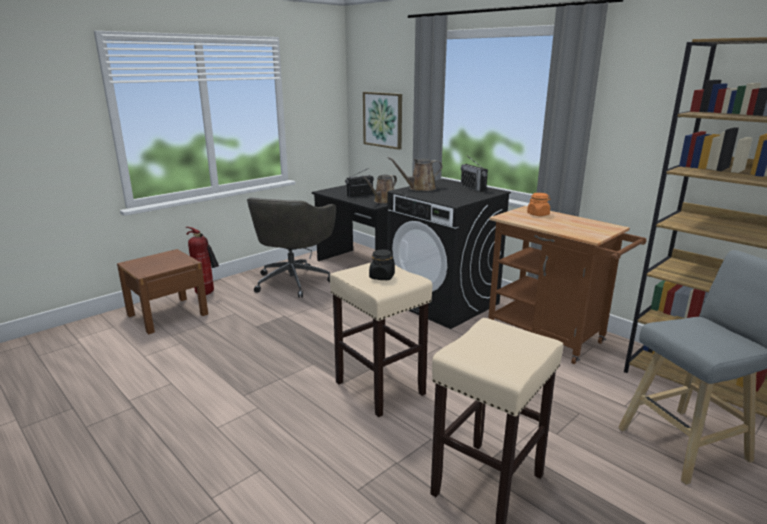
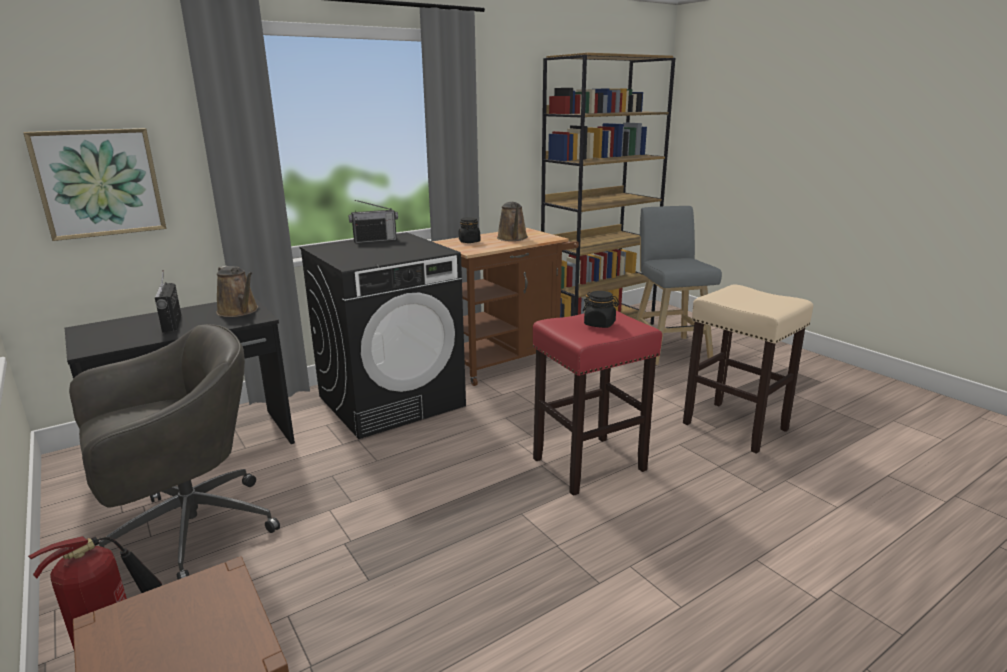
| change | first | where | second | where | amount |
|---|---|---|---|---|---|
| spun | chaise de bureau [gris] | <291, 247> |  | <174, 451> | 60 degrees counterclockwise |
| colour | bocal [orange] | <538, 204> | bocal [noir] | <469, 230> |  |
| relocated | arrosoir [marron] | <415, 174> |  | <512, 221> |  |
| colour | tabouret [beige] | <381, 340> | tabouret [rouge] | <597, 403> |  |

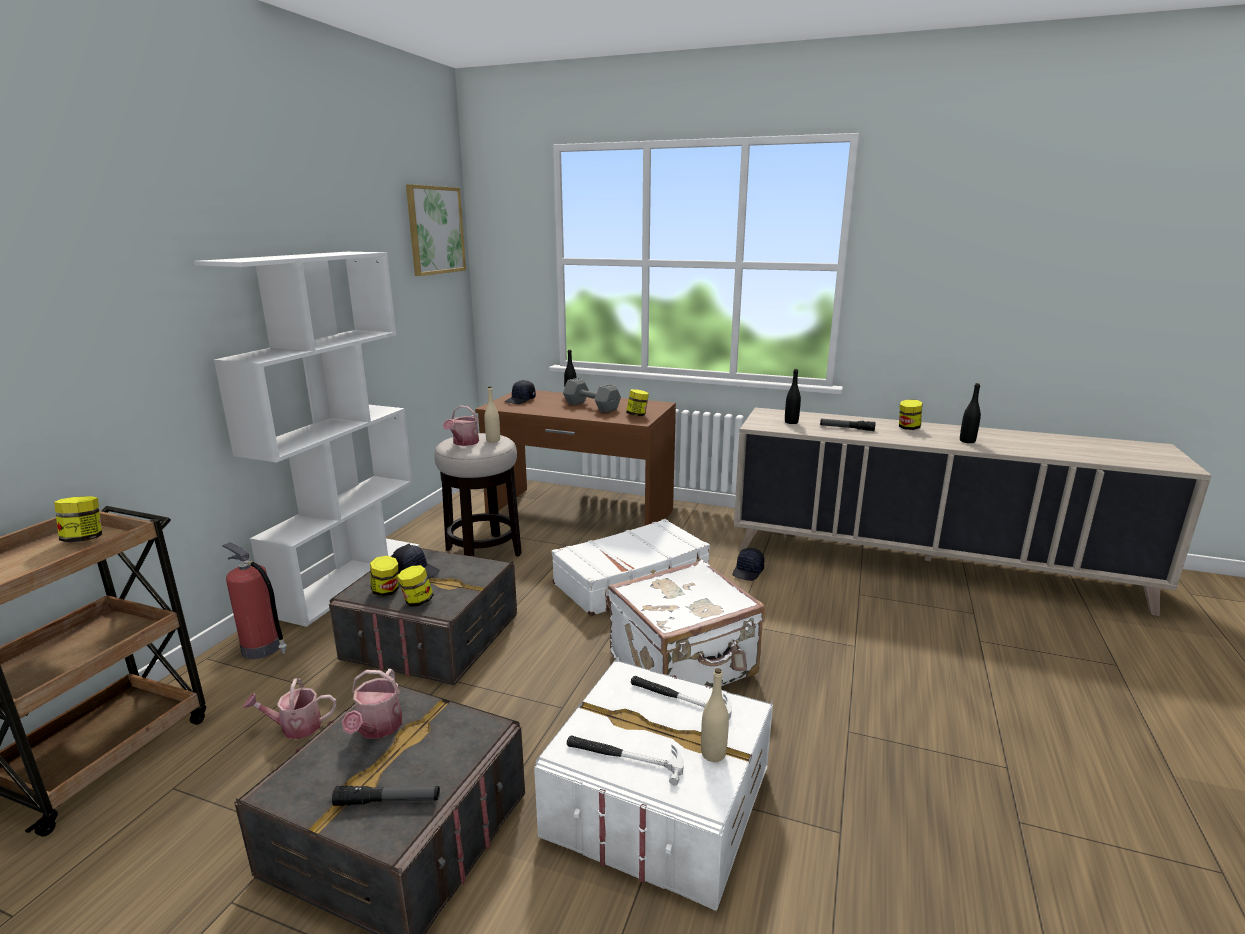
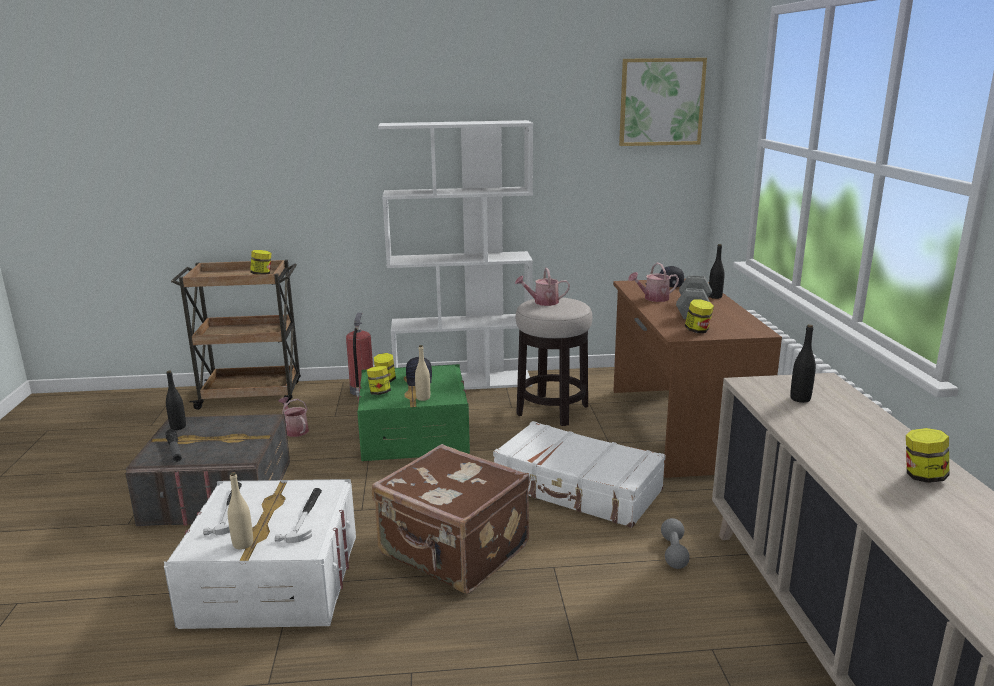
| change | first | where | second | where | amount |
|---|---|---|---|---|---|
| relocated | bouteille [noir] | <970, 413> |  | <176, 400> |  |
| colour | boîte de rangement [gris] | <423, 614> | boîte de rangement [vert] | <413, 412> |  |
| colour | valise [blanc] | <686, 623> | valise [marron] | <451, 519> |  |
| relocated | bouteille [beige] | <492, 414> |  | <422, 373> |  |
| relocated | arrosoir | <372, 704> |  | <653, 282> |  |
| exchanged | casquette [noir] | <748, 564> | haltère [gris] | <675, 543> |  |
| missing | lampe de poche | <848, 425> |  |  |  |

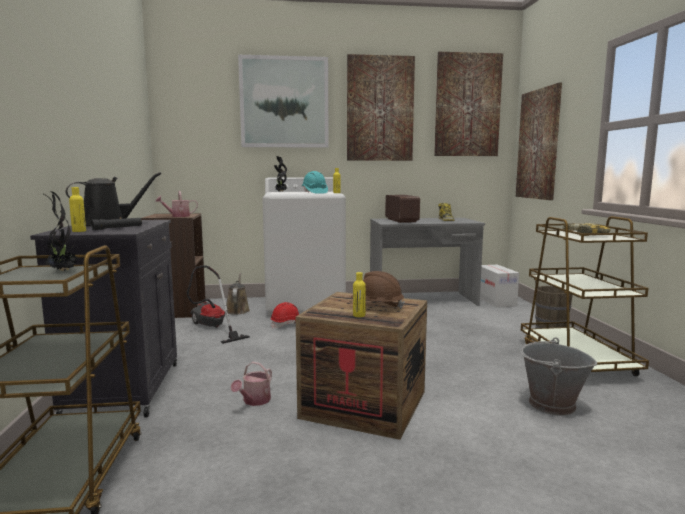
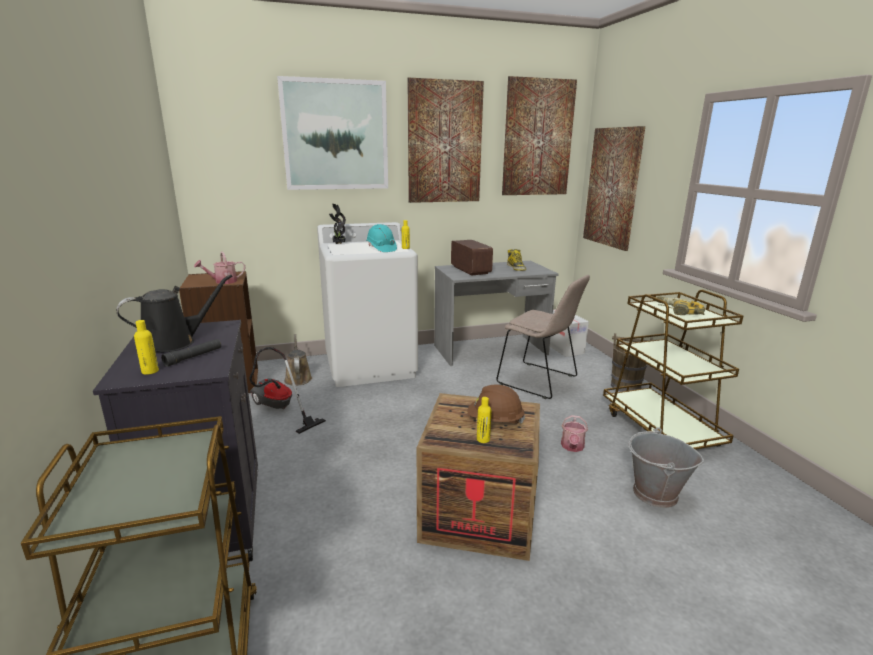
| change | first | where | second | where | amount |
|---|---|---|---|---|---|
| appeared |  |  | chaise [beige] | <543, 337> |  |
| relocated | arrosoir | <251, 384> |  | <574, 433> |  |
| missing | plante en pot | <60, 231> |  |  |  |
| missing | casque de chantier [rouge] | <285, 315> |  |  |  |

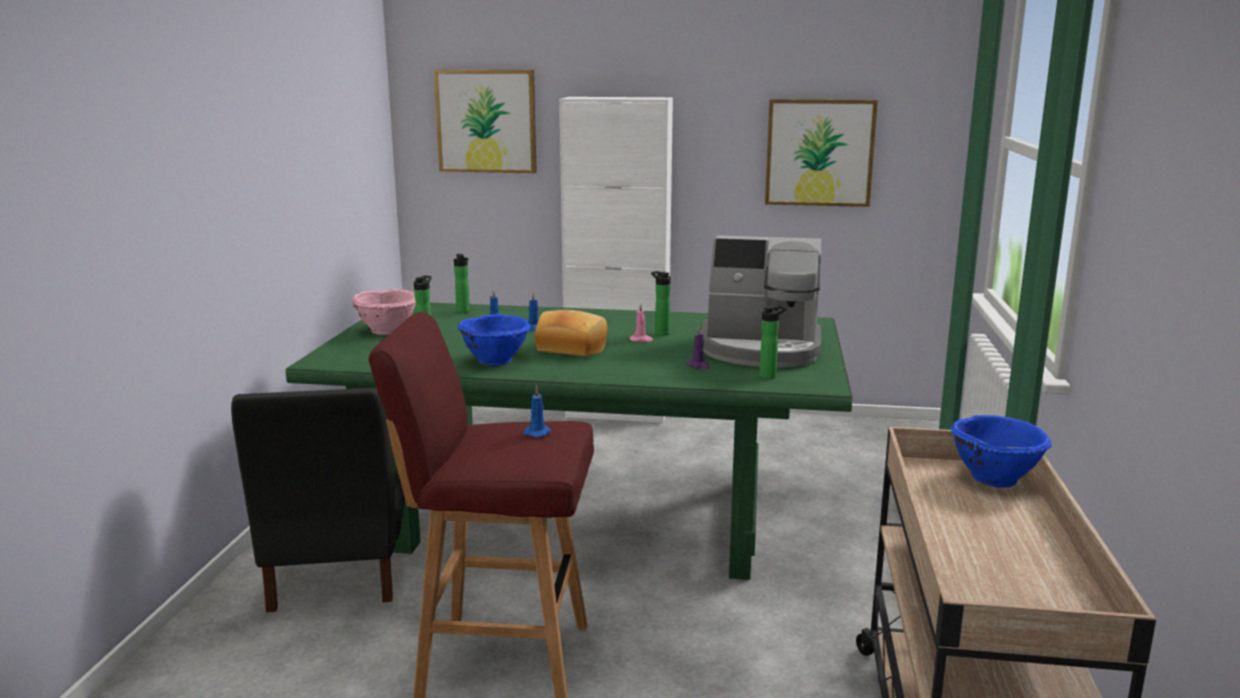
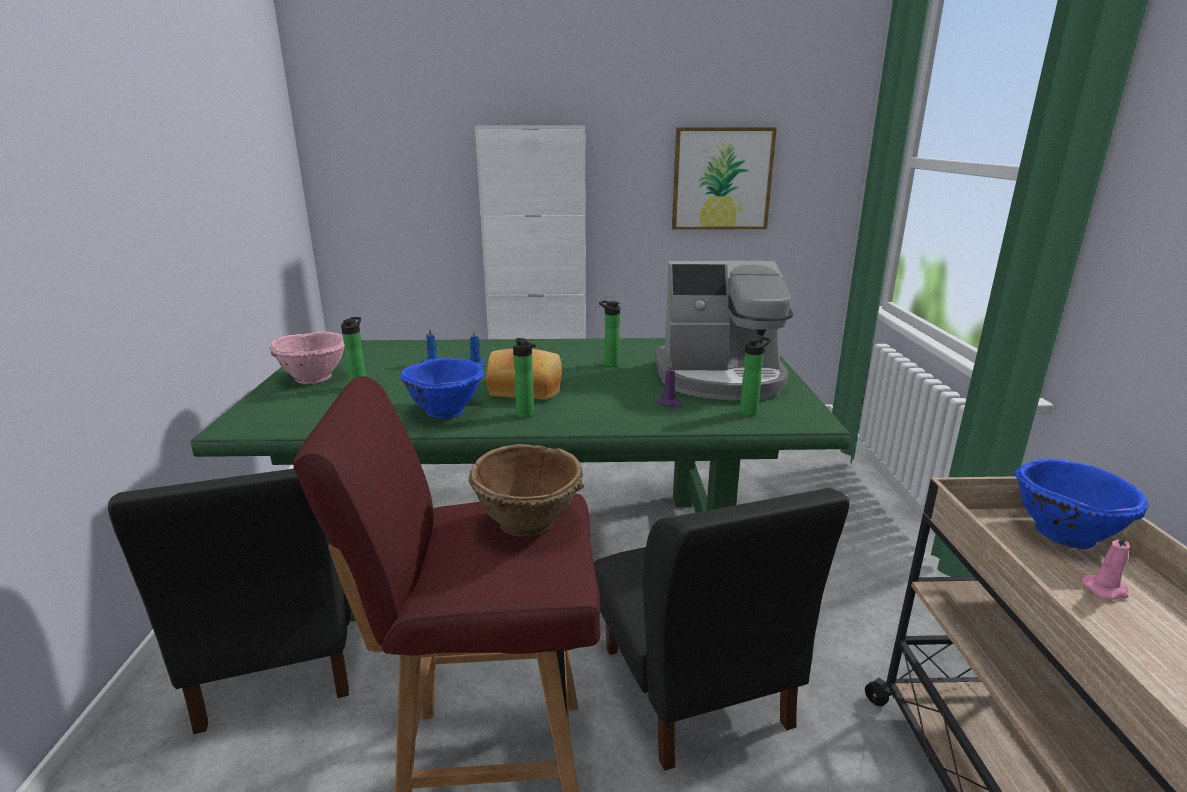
| change | first | where | second | where | amount |
|---|---|---|---|---|---|
| exchanged | bougie [bleu] | <537, 412> | bol [marron] | <526, 490> |  |
| relocated | bouteille | <462, 283> |  | <524, 378> |  |
| appeared |  |  | chaise [noir] | <721, 629> |  |
| relocated | bougie [rose] | <641, 323> |  | <1106, 565> |  |
| missing | tableau | <485, 121> |  |  |  |

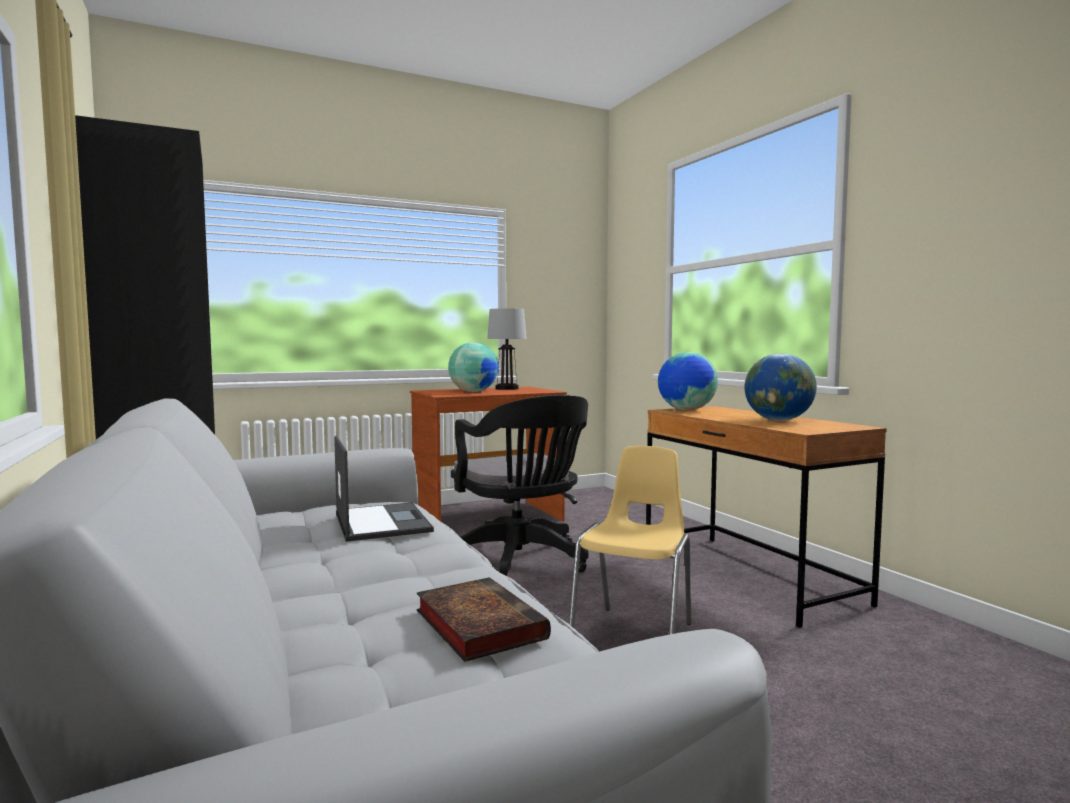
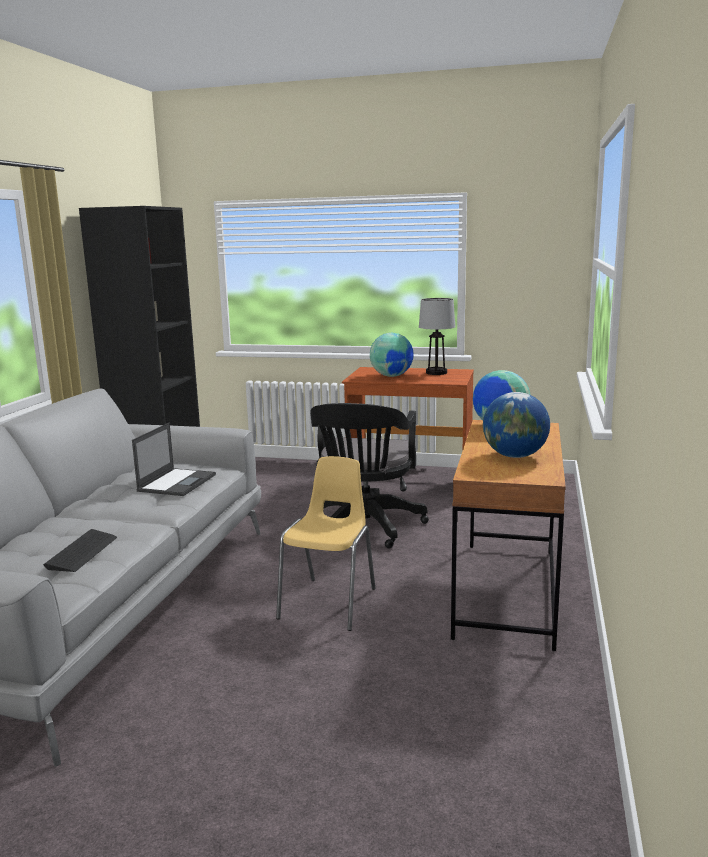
| change | first | where | second | where | amount |
|---|---|---|---|---|---|
| exchanged | livre | <483, 619> | clavier | <80, 550> |  |
| spun | chaise [jaune] | <630, 540> |  | <325, 543> | 45 degrees counterclockwise |

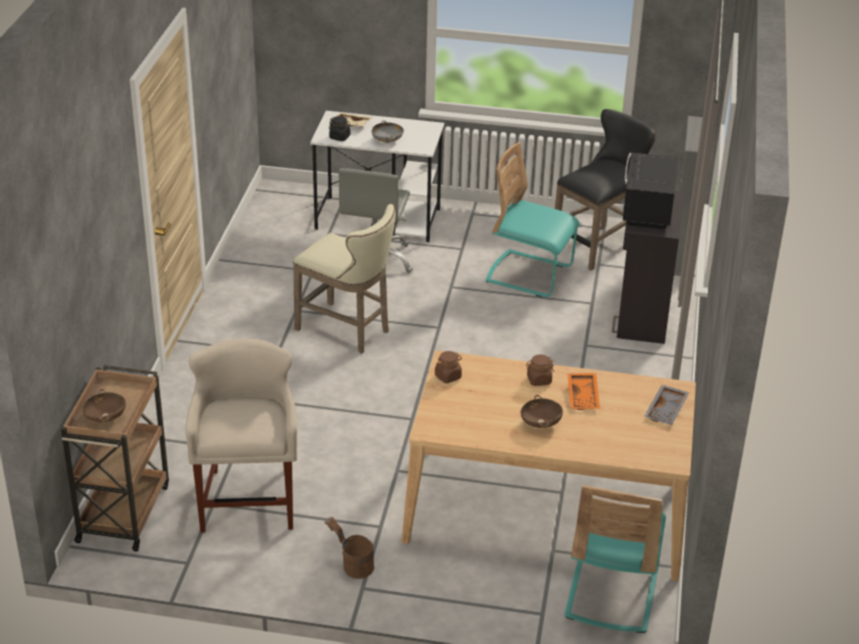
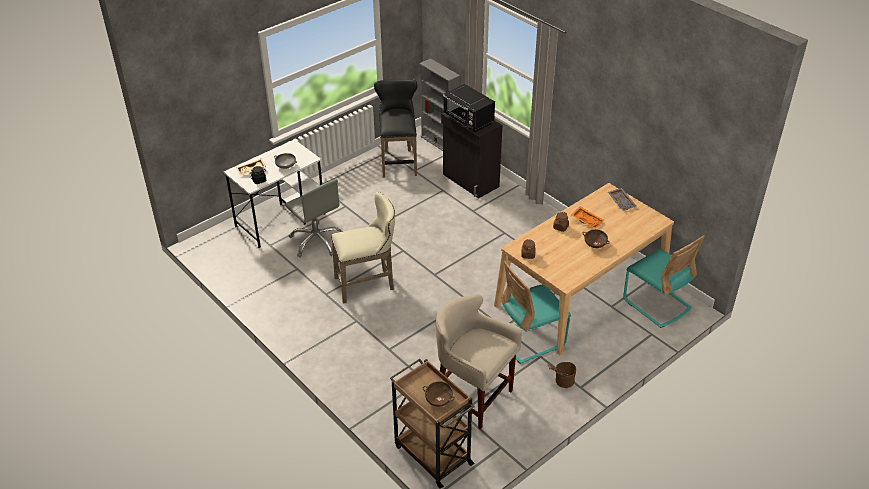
| change | first | where | second | where | amount |
|---|---|---|---|---|---|
| relocated | chaise [turquoise] | <533, 219> |  | <536, 312> |  |

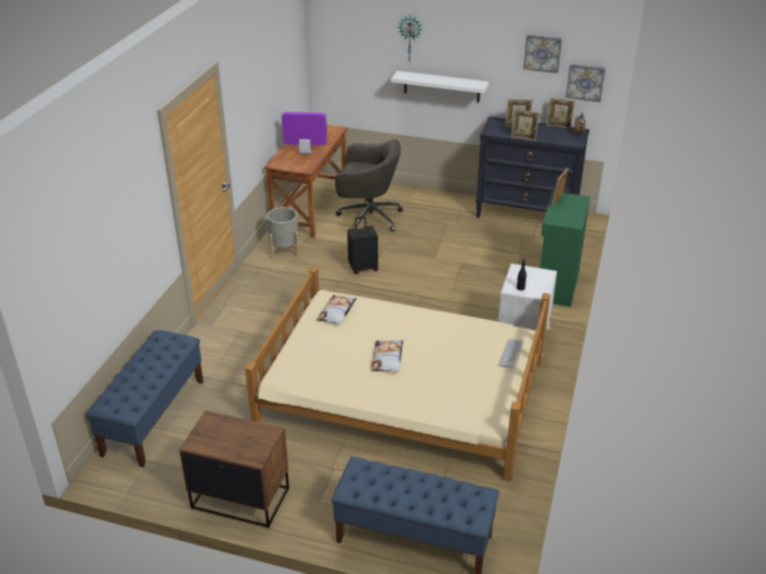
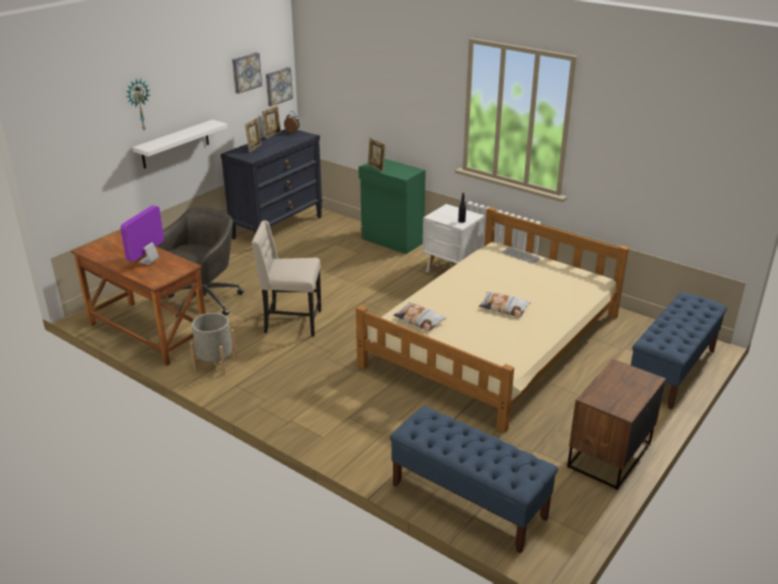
| change | first | where | second | where | amount |
|---|---|---|---|---|---|
| exchanged | valise [noir] | <362, 245> | chaise [beige] | <286, 278> |  |
| missing | cadre photo | <525, 125> |  |  |  |

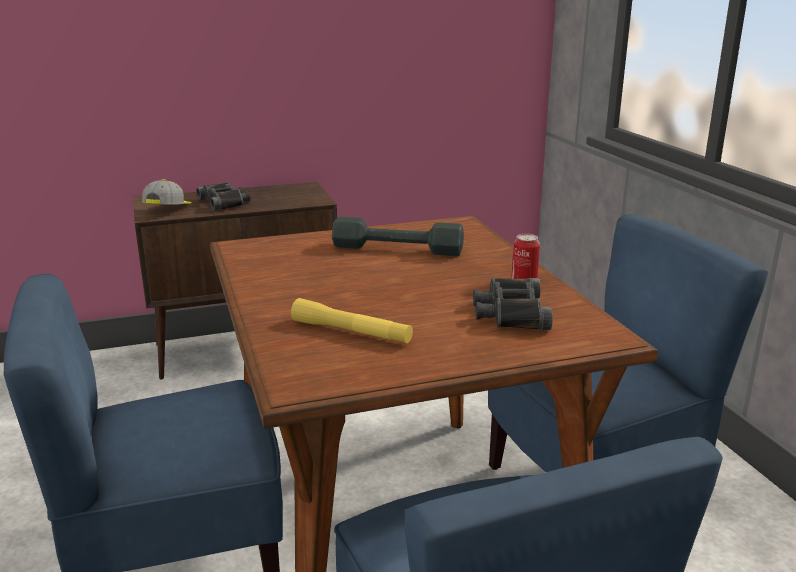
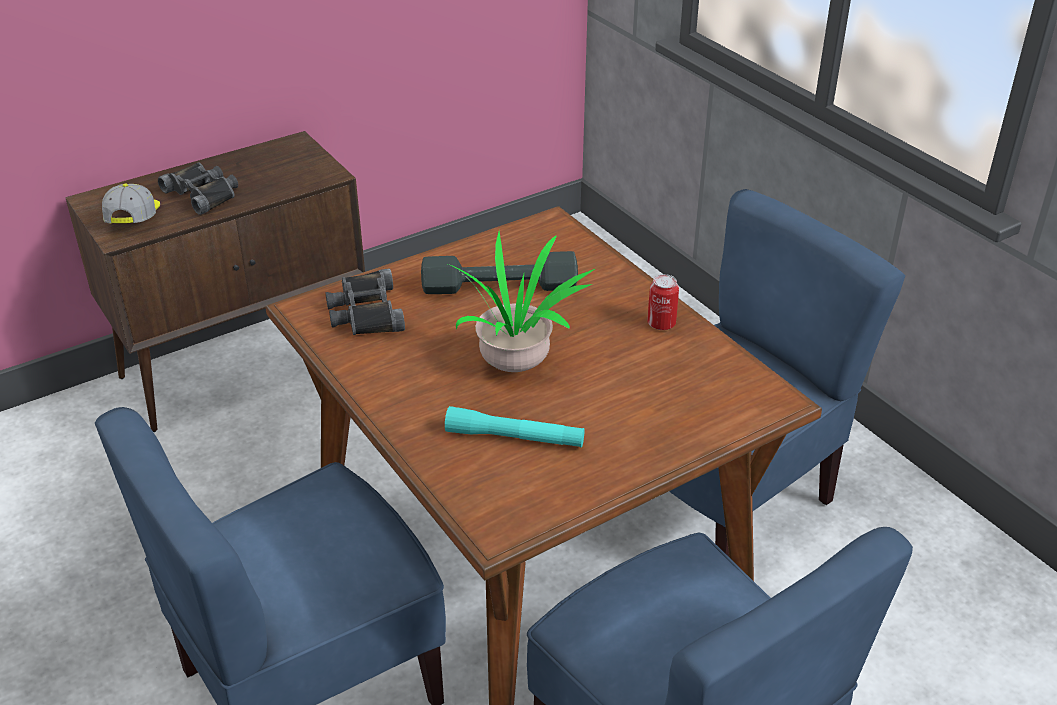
| change | first | where | second | where | amount |
|---|---|---|---|---|---|
| relocated | jumelles [noir] | <513, 304> |  | <365, 301> |  |
| colour | lampe de poche [jaune] | <352, 320> | lampe de poche [turquoise] | <515, 426> |  |
| appeared |  |  | plante en pot | <521, 301> |  |

